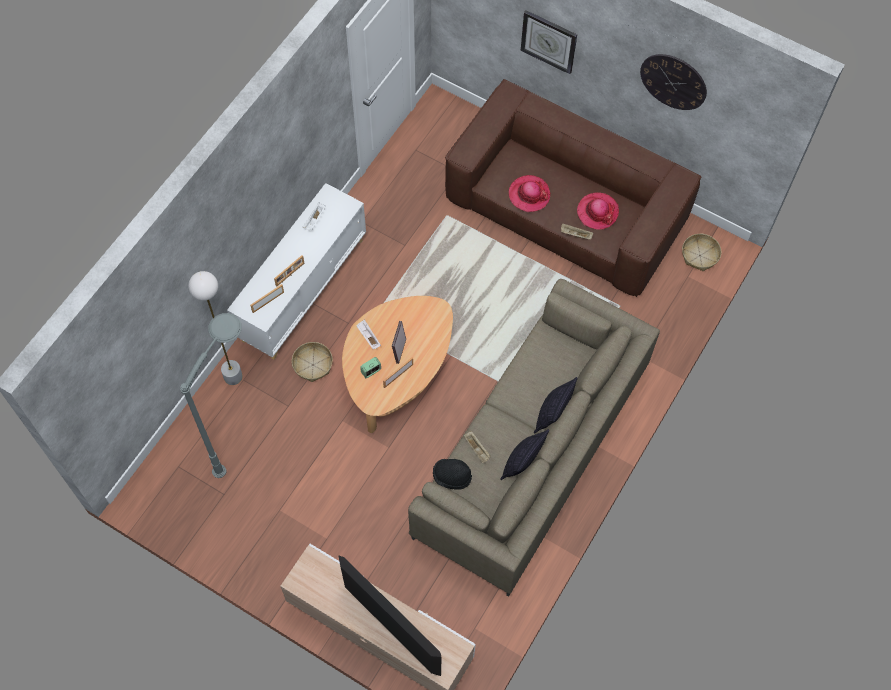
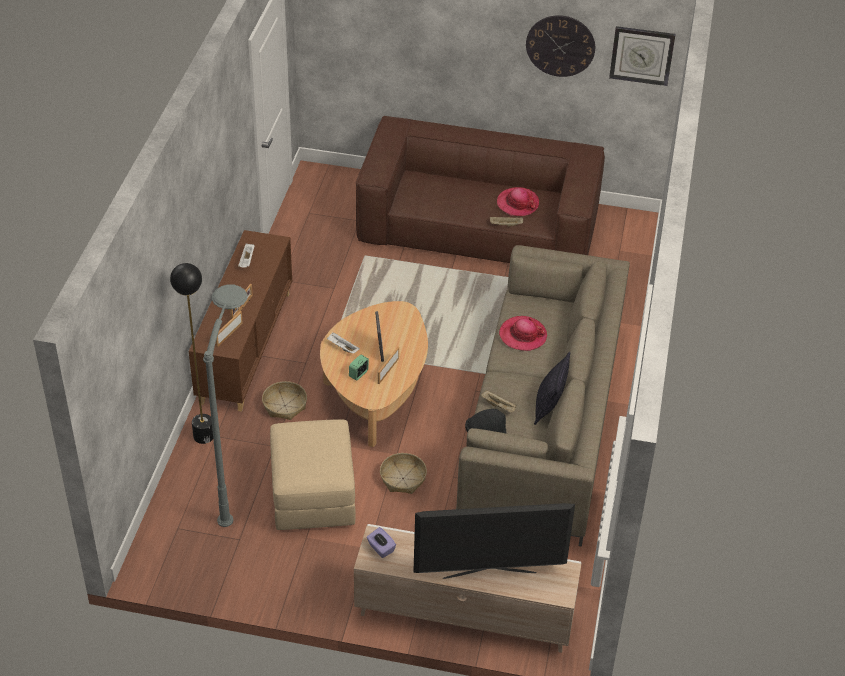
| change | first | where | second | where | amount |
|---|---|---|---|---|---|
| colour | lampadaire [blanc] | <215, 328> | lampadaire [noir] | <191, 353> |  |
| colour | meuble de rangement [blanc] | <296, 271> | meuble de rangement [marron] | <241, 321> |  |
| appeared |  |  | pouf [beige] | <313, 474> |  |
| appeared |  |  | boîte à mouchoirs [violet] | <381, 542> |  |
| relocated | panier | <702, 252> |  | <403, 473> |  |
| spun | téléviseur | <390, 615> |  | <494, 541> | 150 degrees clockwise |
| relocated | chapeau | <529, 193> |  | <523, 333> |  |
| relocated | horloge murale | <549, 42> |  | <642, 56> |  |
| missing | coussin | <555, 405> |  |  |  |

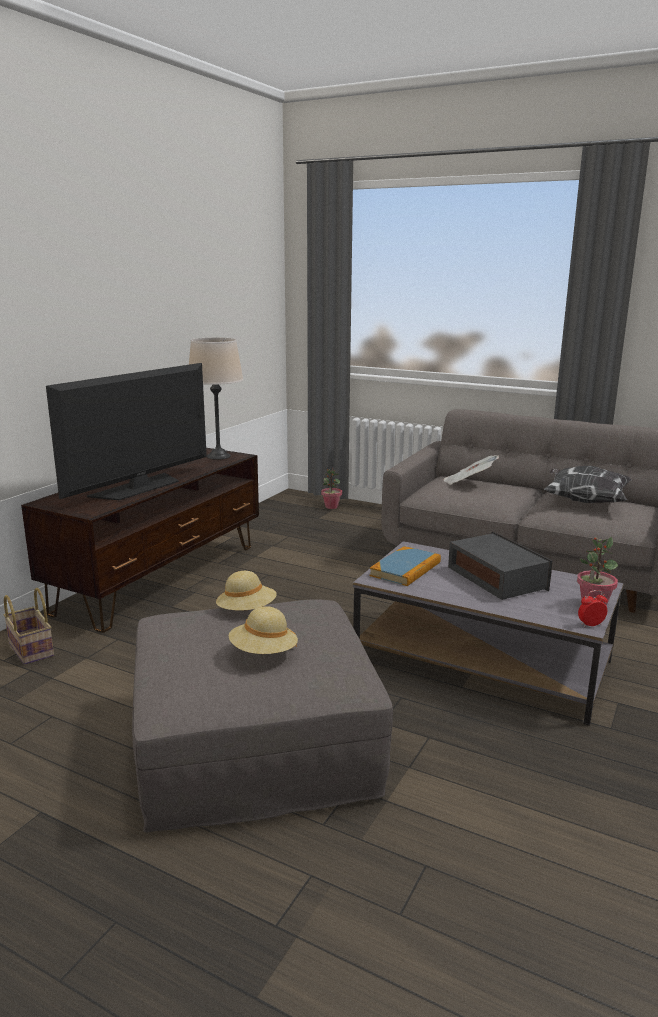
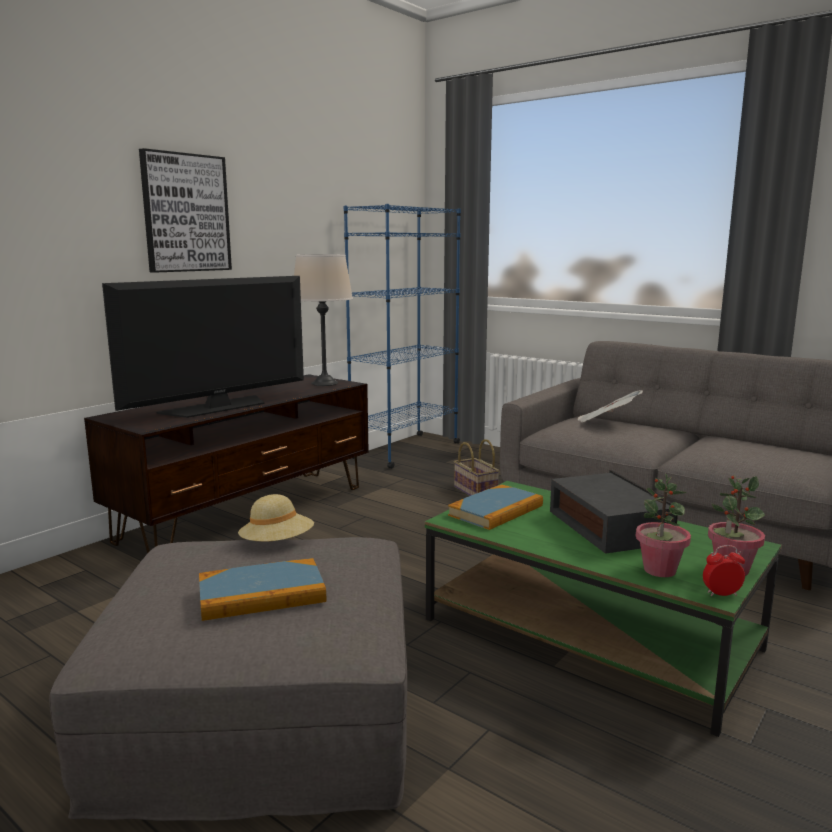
| change | first | where | second | where | amount |
|---|---|---|---|---|---|
| appeared |  |  | tableau | <185, 210> |  |
| exchanged | chapeau [beige] | <263, 630> | livre | <262, 589> |  |
| appeared |  |  | bibliothèque [bleu] | <402, 336> |  |
| colour | table basse [gris] | <488, 633> | table basse [vert] | <603, 609> |  |
| relocated | panier | <29, 626> |  | <477, 467> |  |
| relocated | plante en pot | <331, 488> |  | <663, 525> |  |
| missing | coussin | <588, 484> |  |  |  |

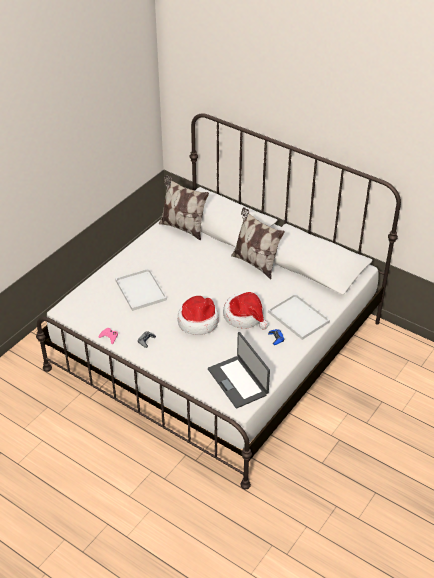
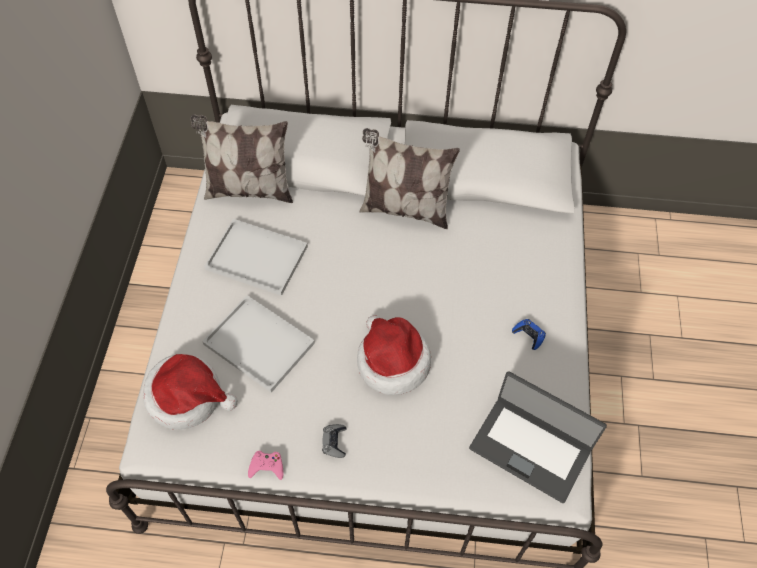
| change | first | where | second | where | amount |
|---|---|---|---|---|---|
| relocated | chapeau | <245, 310> |  | <190, 391> |  |
| relocated | plateau [blanc] | <299, 316> |  | <256, 257> |  |

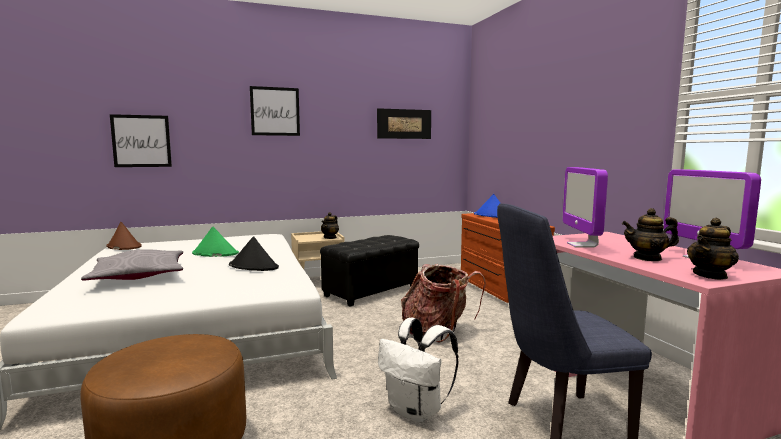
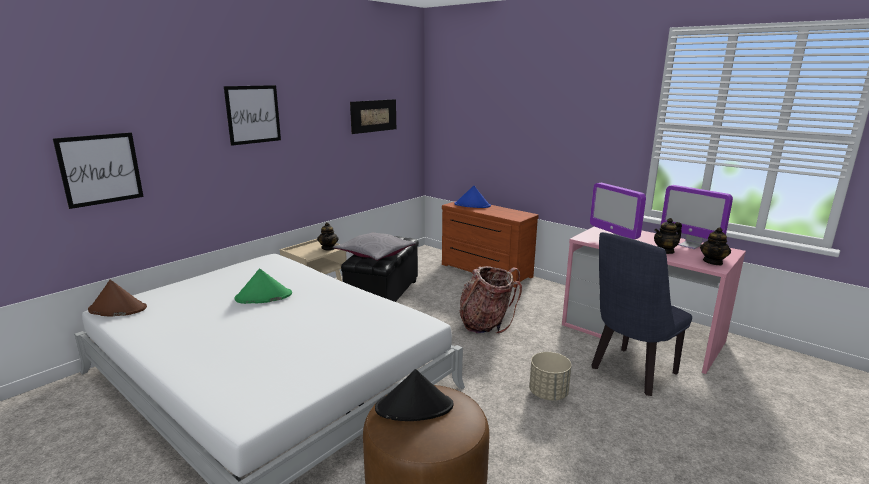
| change | first | where | second | where | amount |
|---|---|---|---|---|---|
| relocated | coussin [gris] | <132, 264> |  | <374, 246> |  |
| relocated | chapeau [noir] | <254, 253> |  | <414, 395> |  |
| exchanged | sac à dos [blanc] | <418, 370> | cache-pot [beige] | <550, 376> |  |

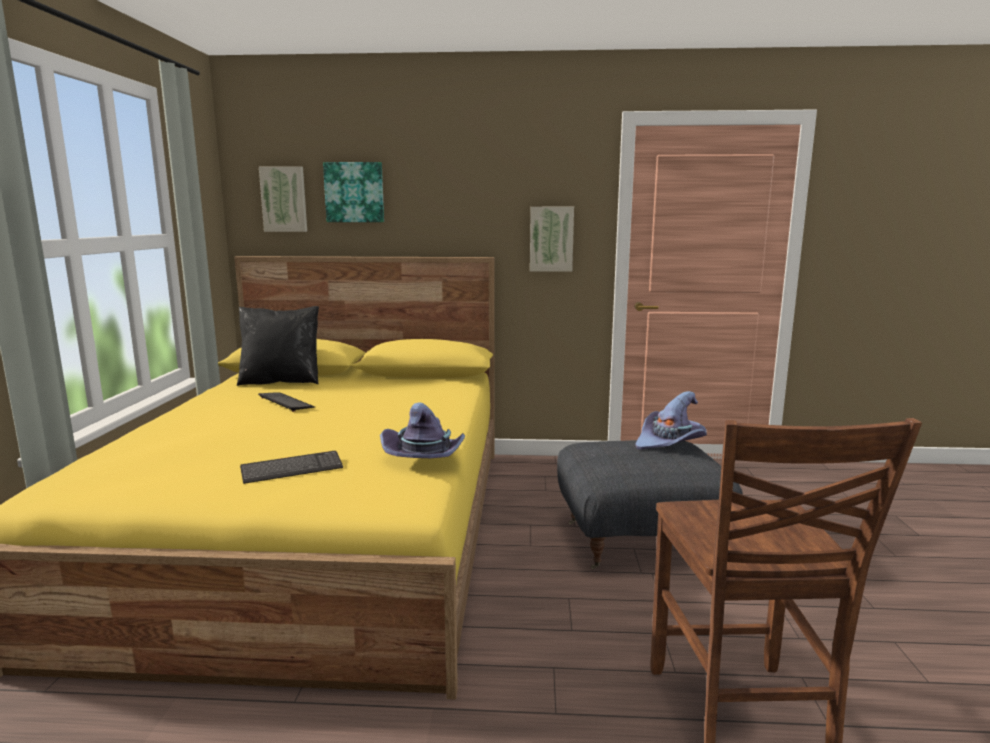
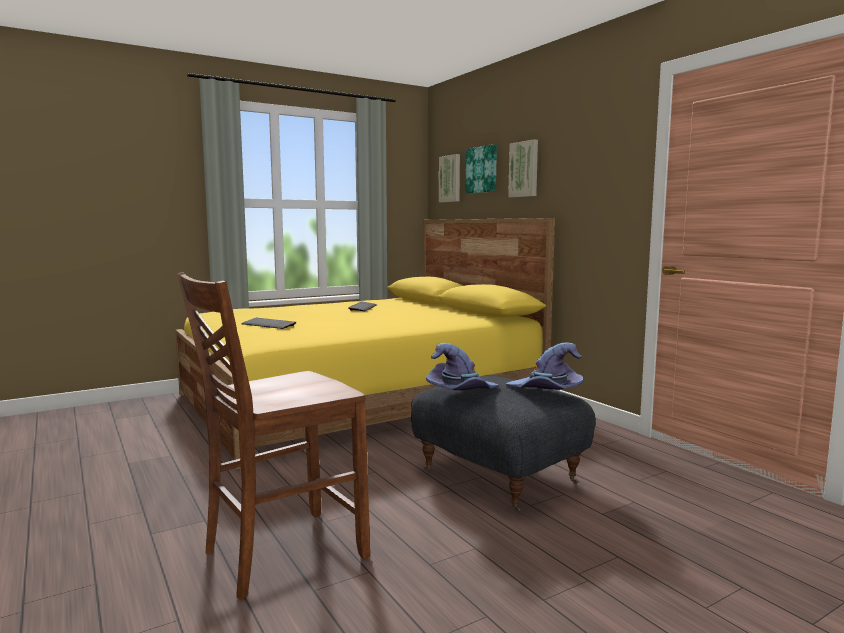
| change | first | where | second | where | amount |
|---|---|---|---|---|---|
| relocated | chapeau [violet] | <422, 430> |  | <462, 366> |  |
| relocated | tableau | <552, 239> |  | <523, 168> |  |
| missing | coussin [noir] | <278, 346> |  |  |  |

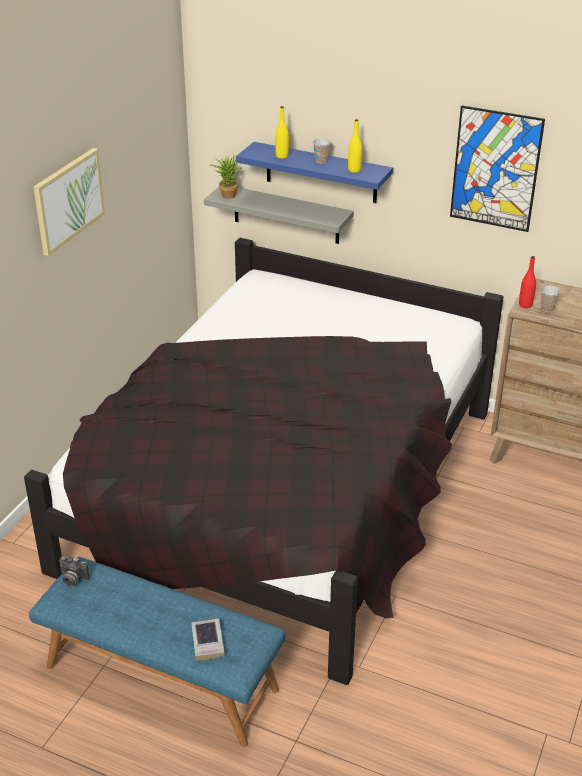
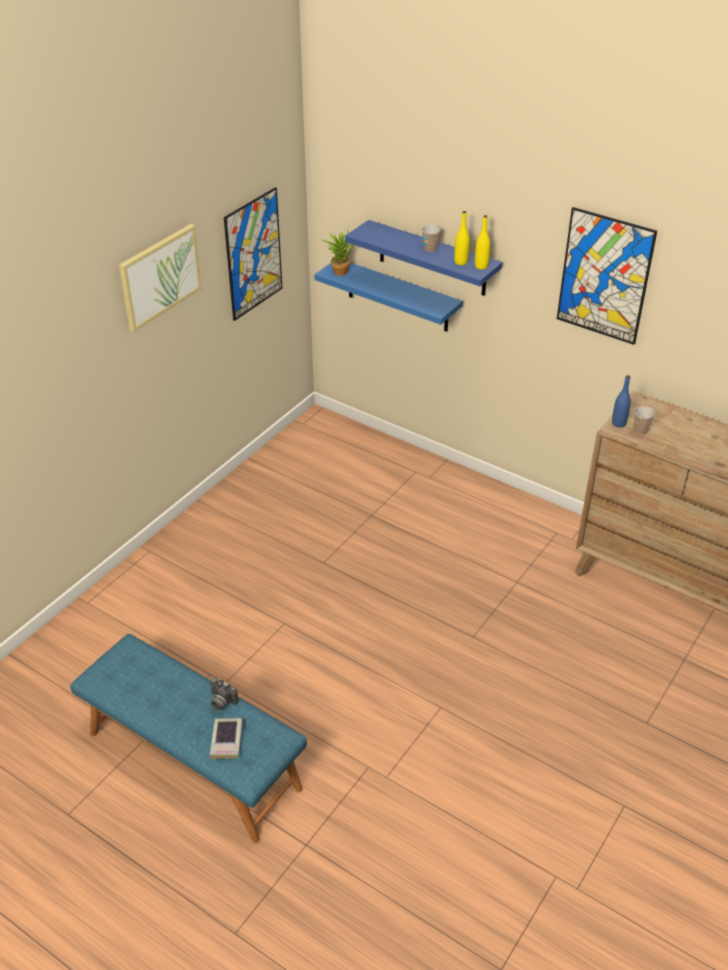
| change | first | where | second | where | amount |
|---|---|---|---|---|---|
| relocated | appareil photo | <74, 571> |  | <224, 694> |  |
| appeared |  |  | tableau | <253, 254> |  |
| colour | étagère [gris] | <279, 215> | étagère [bleu] | <388, 297> |  |
| relocated | bouteille [jaune] | <282, 132> |  | <482, 242> |  |
| colour | bouteille [rouge] | <527, 282> | bouteille [bleu] | <621, 401> |  |
| missing | lit [noir] | <263, 461> |  |  |  |

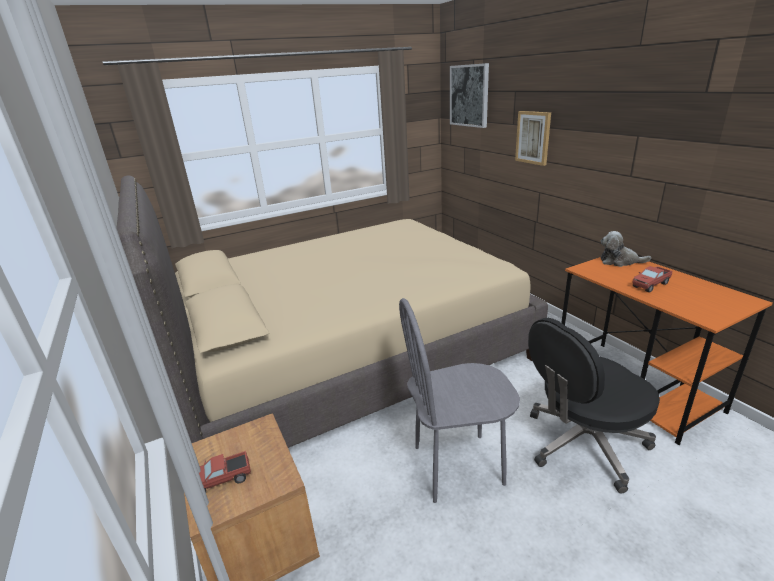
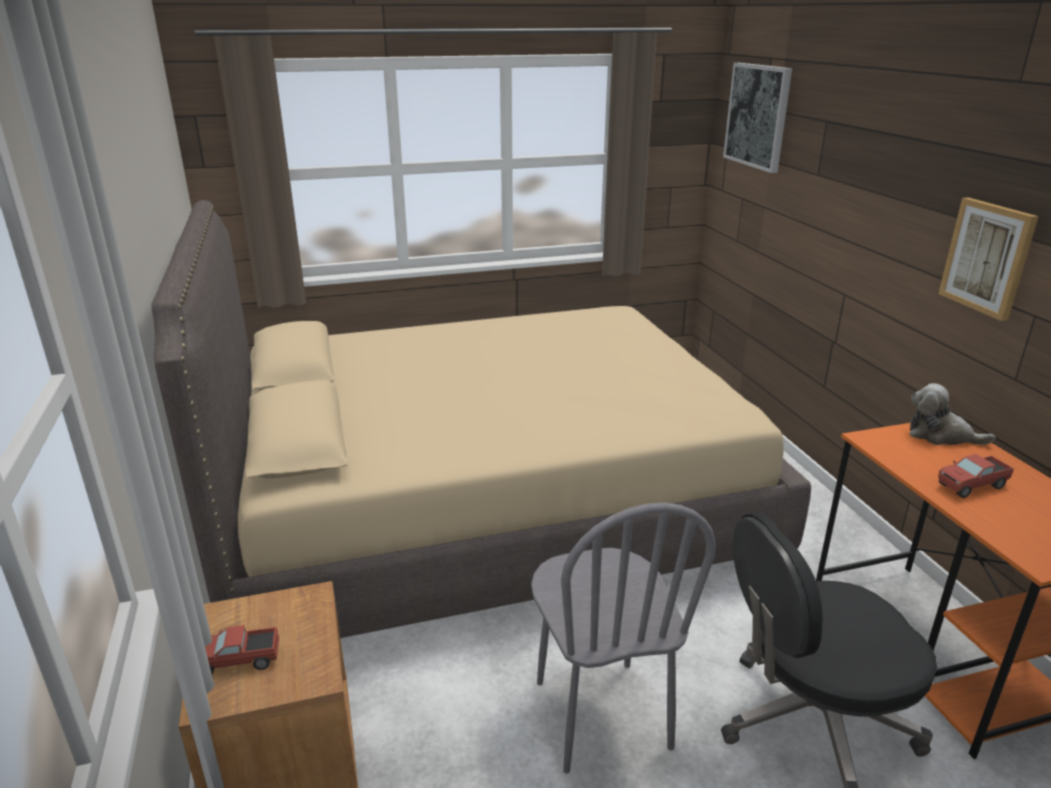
| change | first | where | second | where | amount |
|---|---|---|---|---|---|
| spun | chaise [gris] | <459, 400> |  | <623, 638> | 105 degrees counterclockwise |
| relocated | tableau | <533, 138> |  | <988, 259> |  |

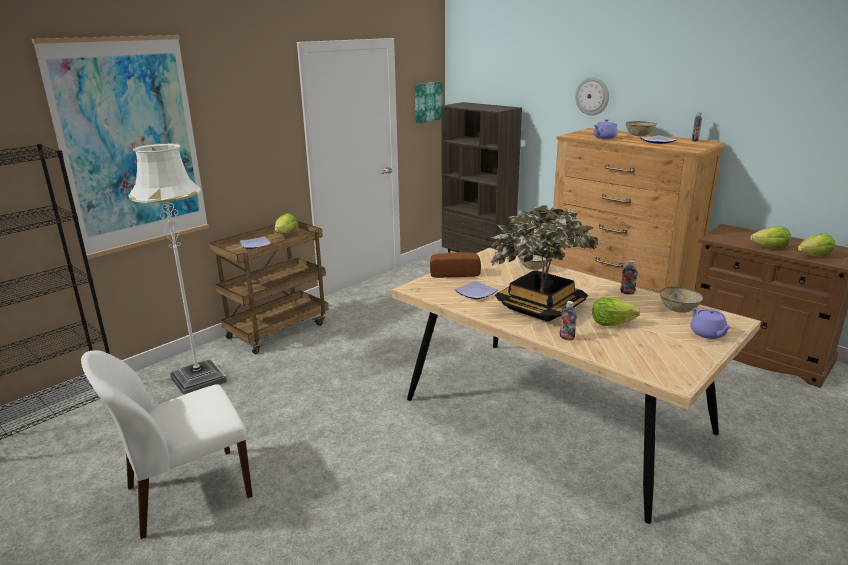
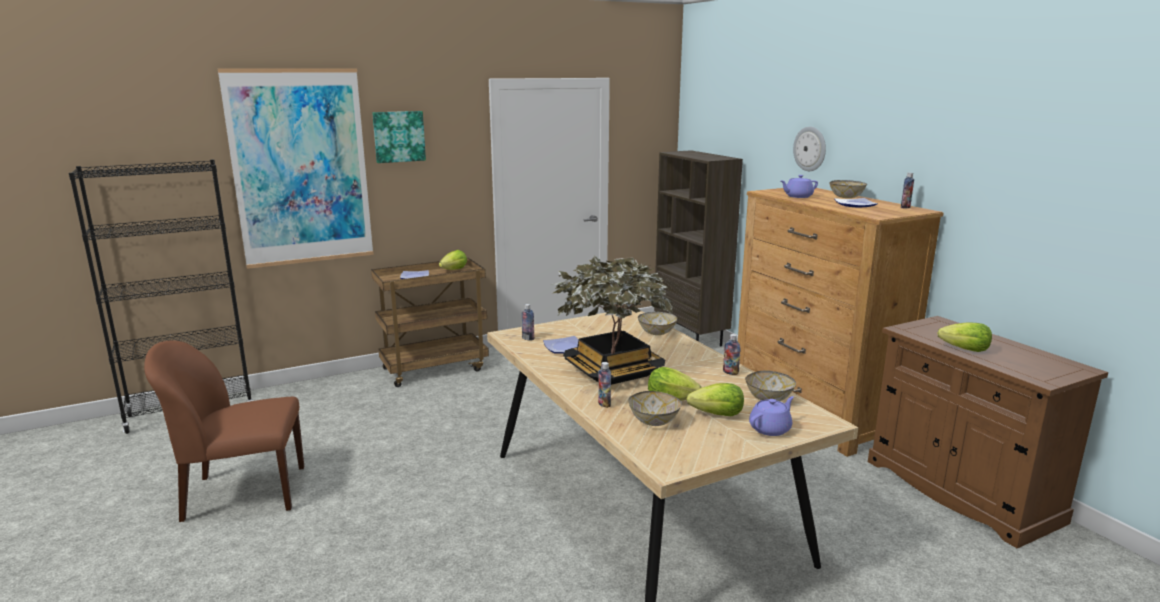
| change | first | where | second | where | amount |
|---|---|---|---|---|---|
| colour | chaise [blanc] | <167, 444> | chaise [marron] | <224, 431> |  |
| relocated | tableau | <428, 102> |  | <399, 137> |  |
| appeared |  |  | bouteille | <528, 322> |  |
| appeared |  |  | bol | <655, 408> |  |
| relocated | laitue | <816, 244> |  | <715, 399> |  |
| spun | théière [violet] | <711, 323> |  | <771, 416> | 135 degrees counterclockwise |
| missing | lampadaire [blanc] | <178, 269> |  |  |  |
| missing | pain | <455, 265> |  |  |  |

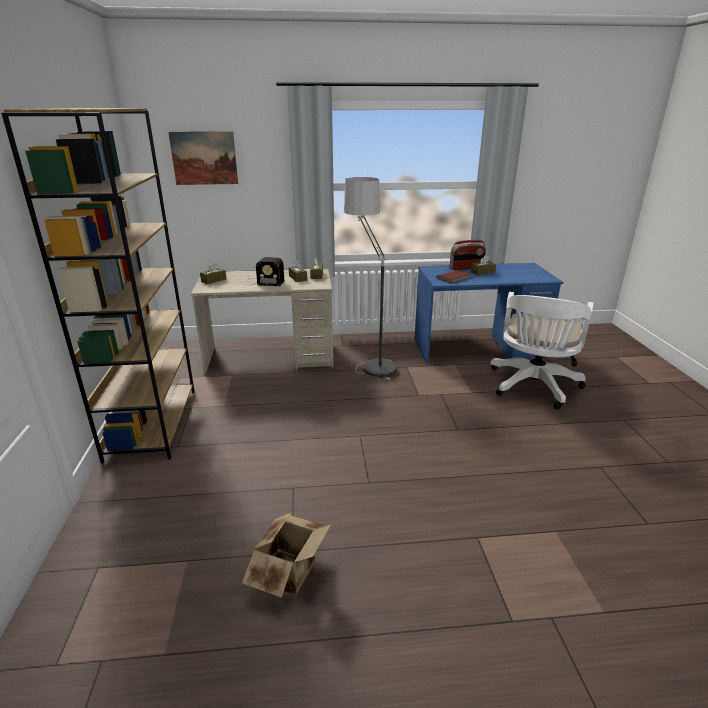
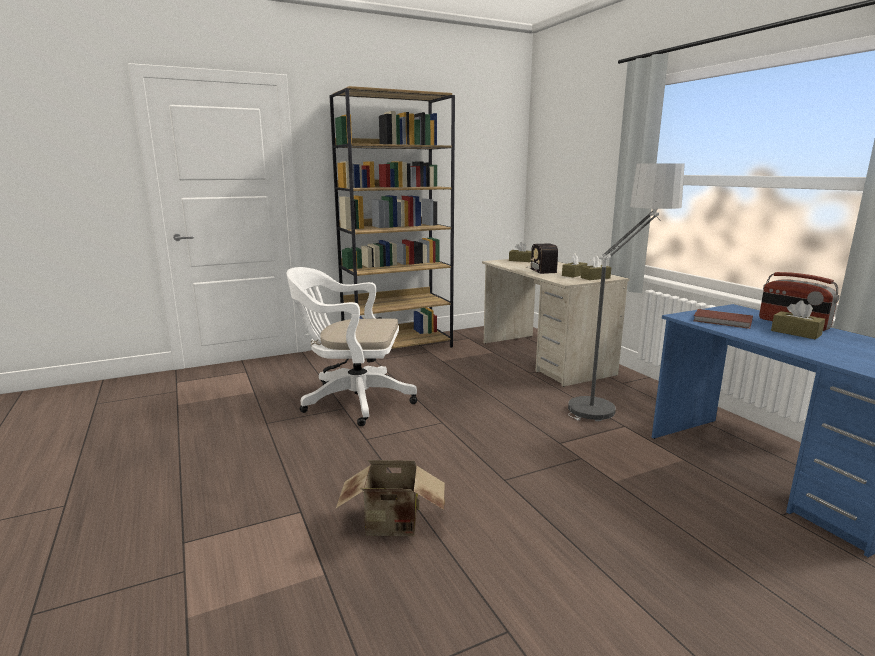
| change | first | where | second | where | amount |
|---|---|---|---|---|---|
| relocated | chaise de bureau [blanc] | <542, 351> |  | <352, 346> |  |
| relocated | carton | <287, 555> |  | <390, 498> |  |
| missing | tableau | <203, 158> |  |  |  |

